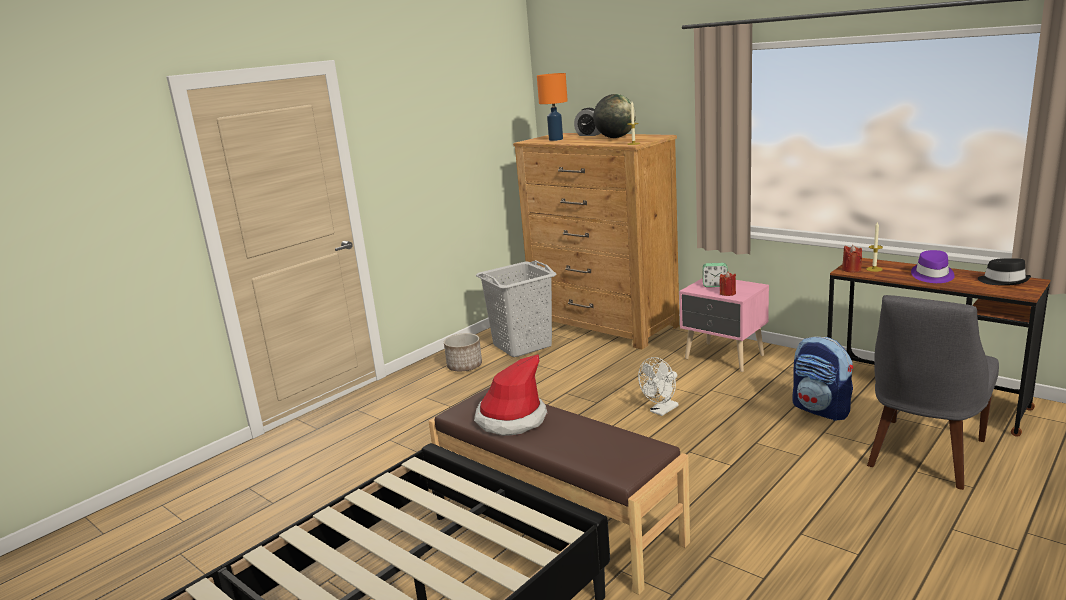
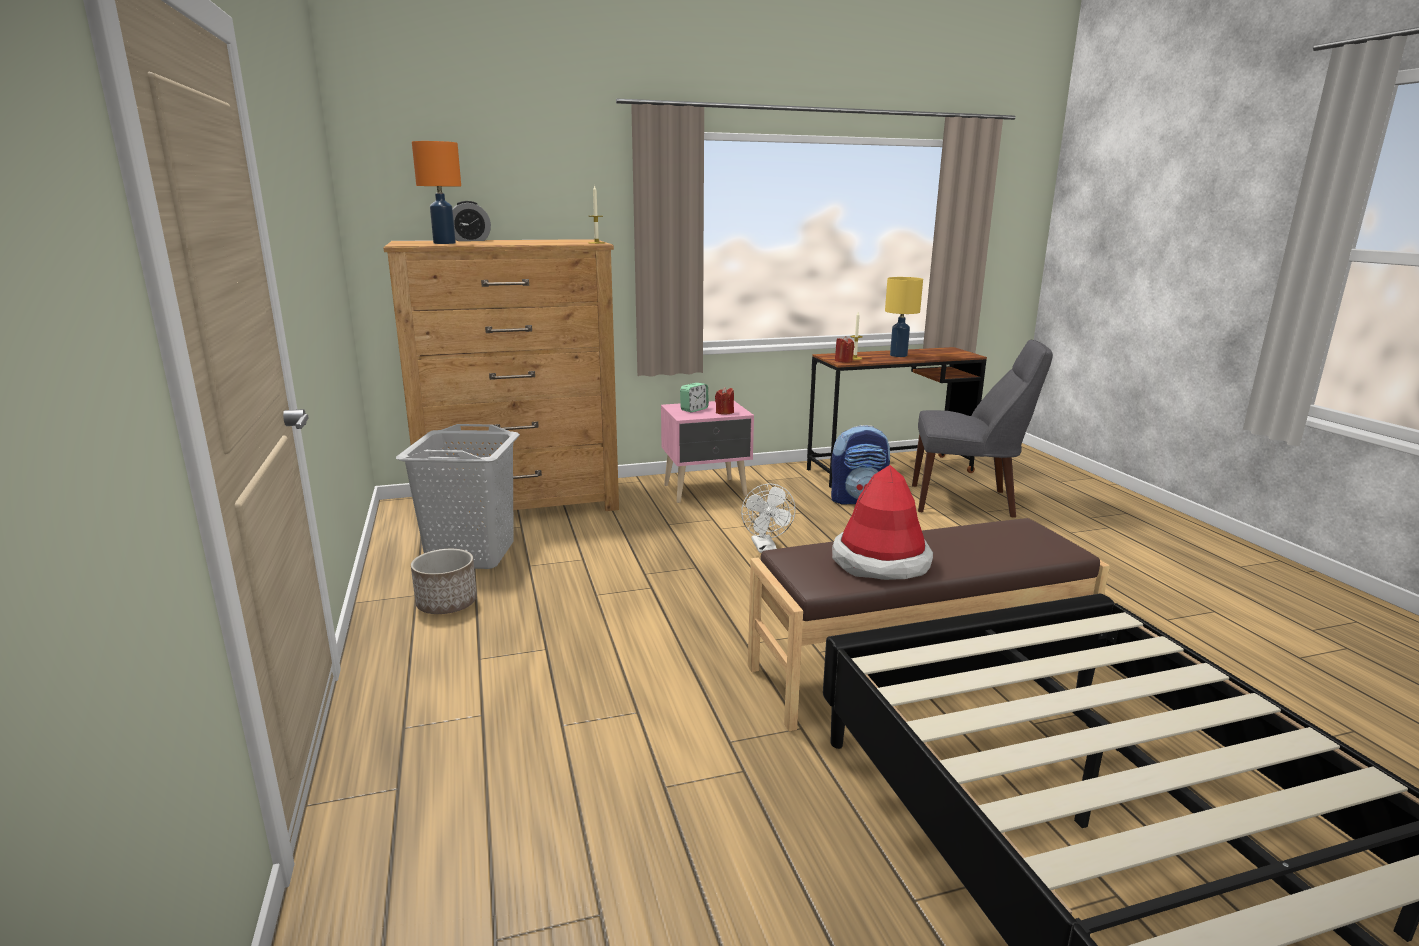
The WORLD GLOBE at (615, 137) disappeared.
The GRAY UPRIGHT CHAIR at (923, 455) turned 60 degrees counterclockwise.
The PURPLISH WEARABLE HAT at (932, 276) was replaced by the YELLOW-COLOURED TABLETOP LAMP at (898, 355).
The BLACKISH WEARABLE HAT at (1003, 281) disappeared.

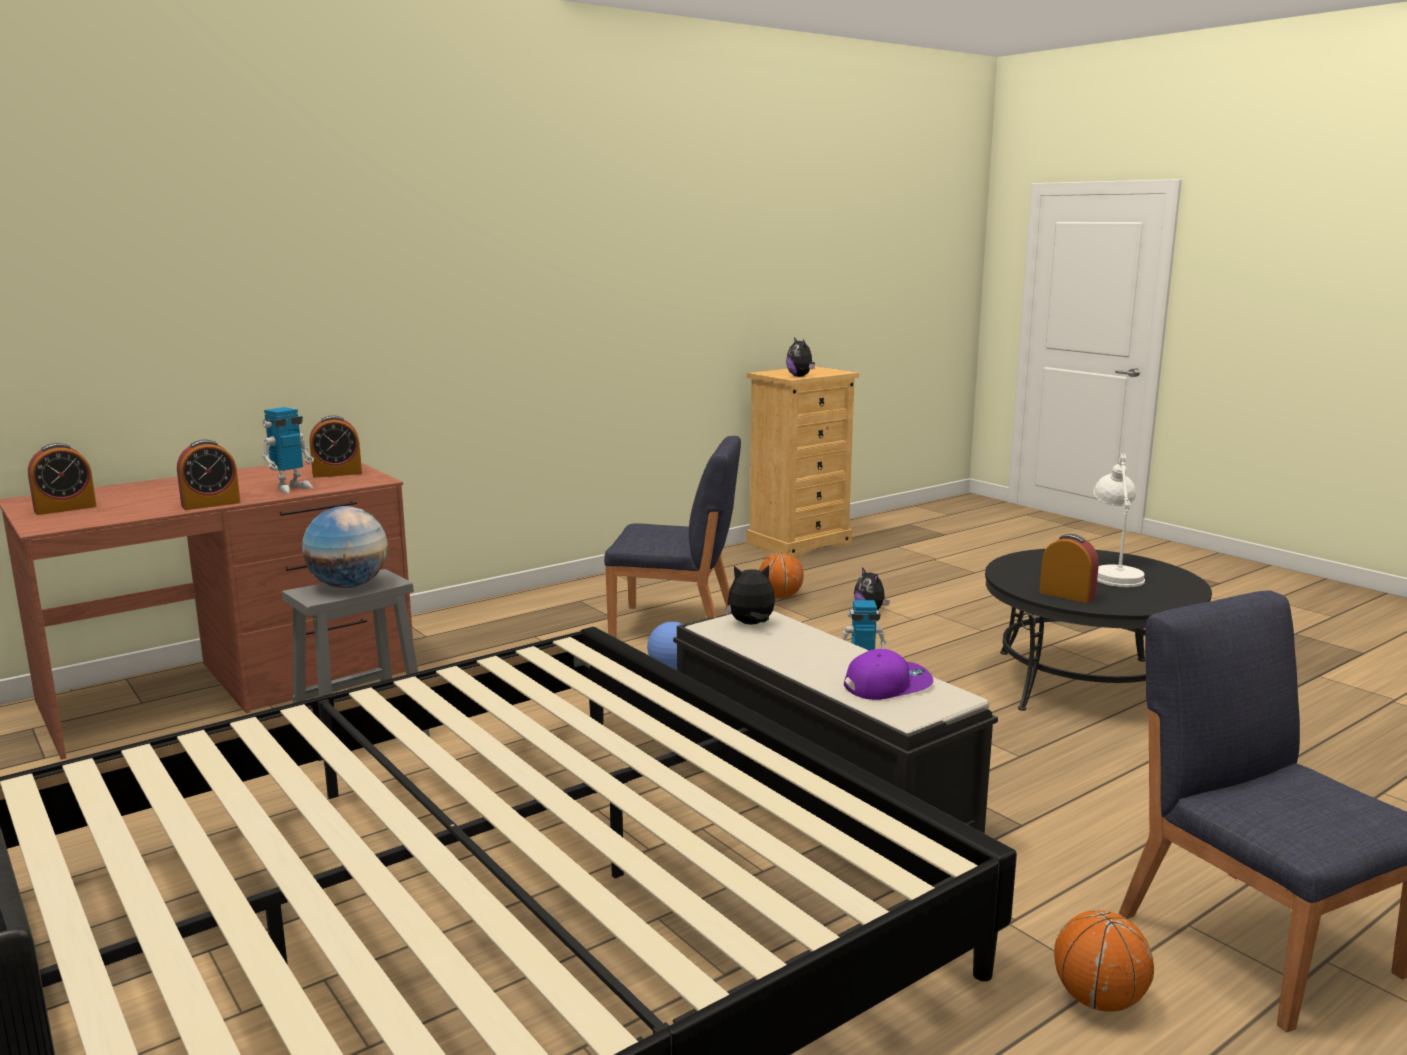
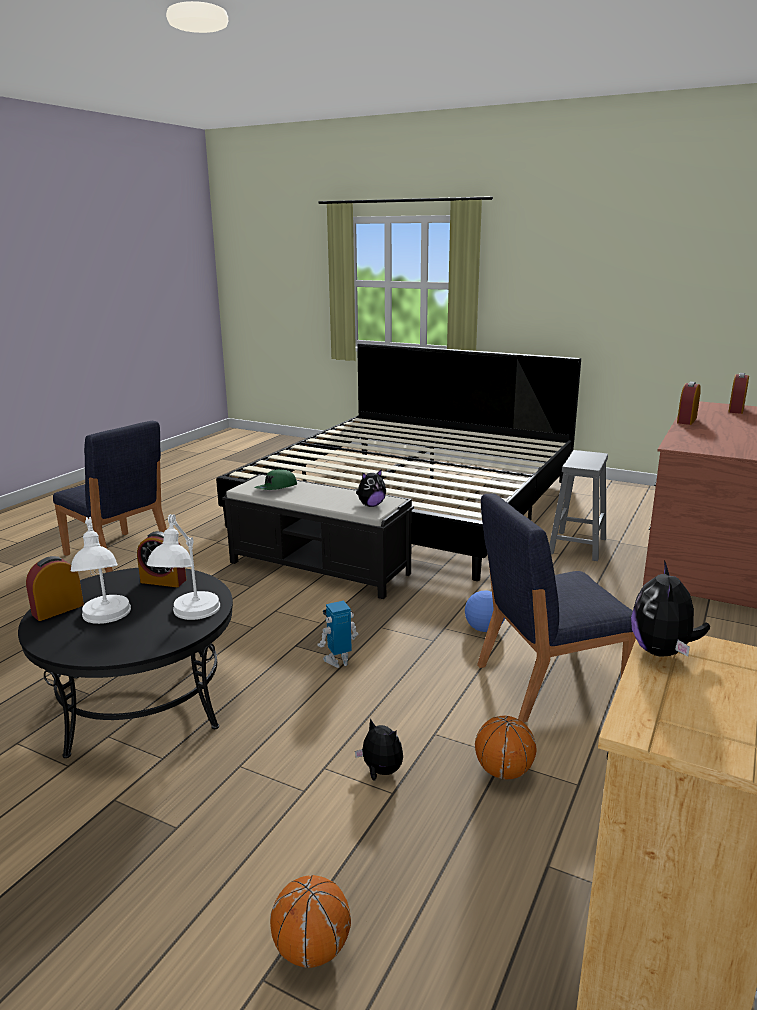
The ROBOT FIGURE at (291, 488) disappeared.
The WORLD GLOBE at (348, 585) disappeared.
The TABLE CLOCK moved from (337, 473) to (58, 609).
The CUDDLY TOY at (800, 376) turned 120 degrees counterclockwise.
The PURPLISH BASEBALL CAP at (887, 685) became the GREENISH BASEBALL CAP at (276, 488).
The BASKETBALL moved from (1099, 1000) to (312, 949).
The WHITE TABLETOP LAMP at (189, 619) appeared.

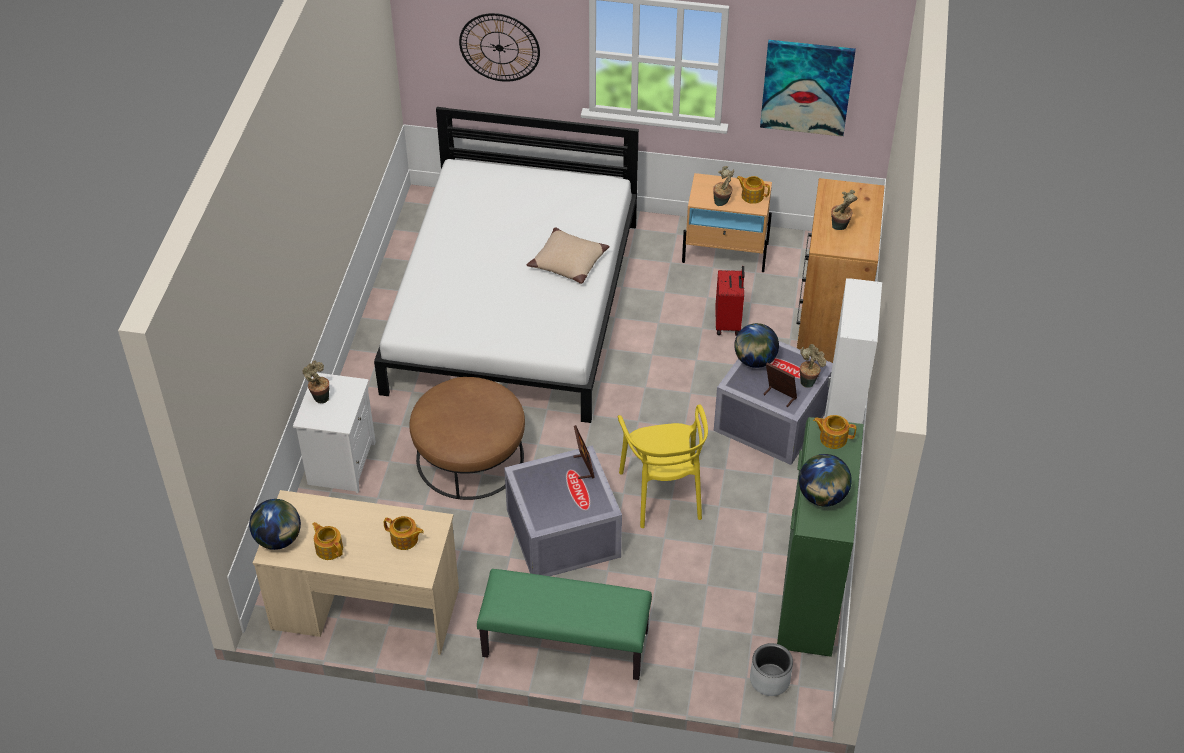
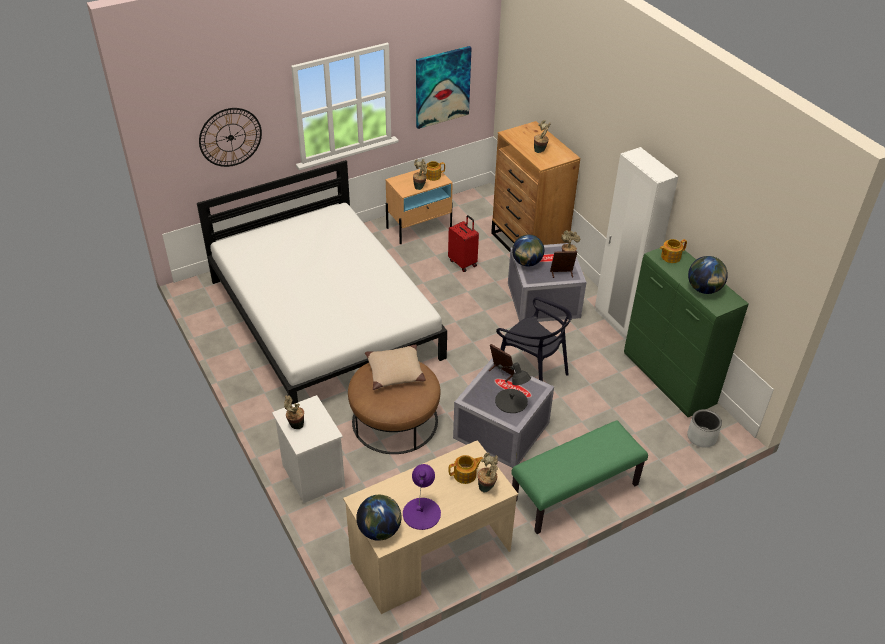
The POT FOR TEA at (329, 548) was replaced by the PURPLISH TABLETOP LAMP at (422, 513).
The BEIGE-COLOURED CUSHION moved from (568, 262) to (395, 372).
The YELLOW-COLOURED UPRIGHT CHAIR at (663, 493) became the BLACKISH UPRIGHT CHAIR at (531, 373).
The PLANT IN A POT at (487, 487) appeared.
The BLACKISH TABLETOP LAMP at (511, 401) appeared.

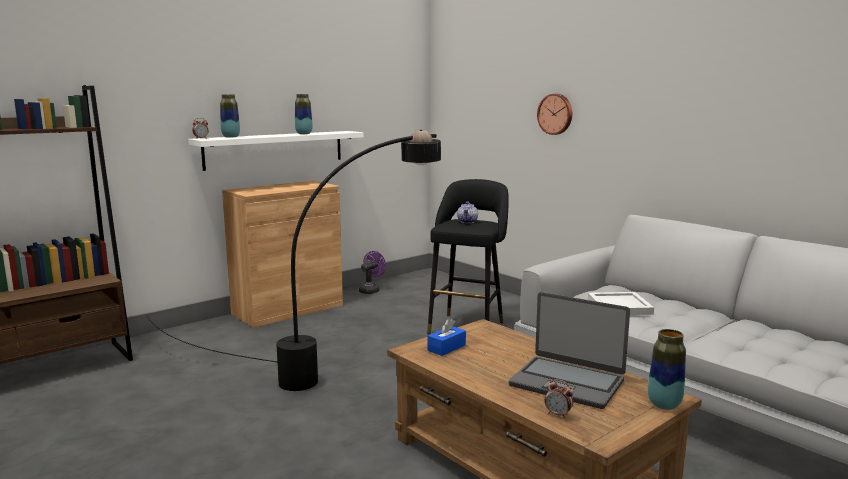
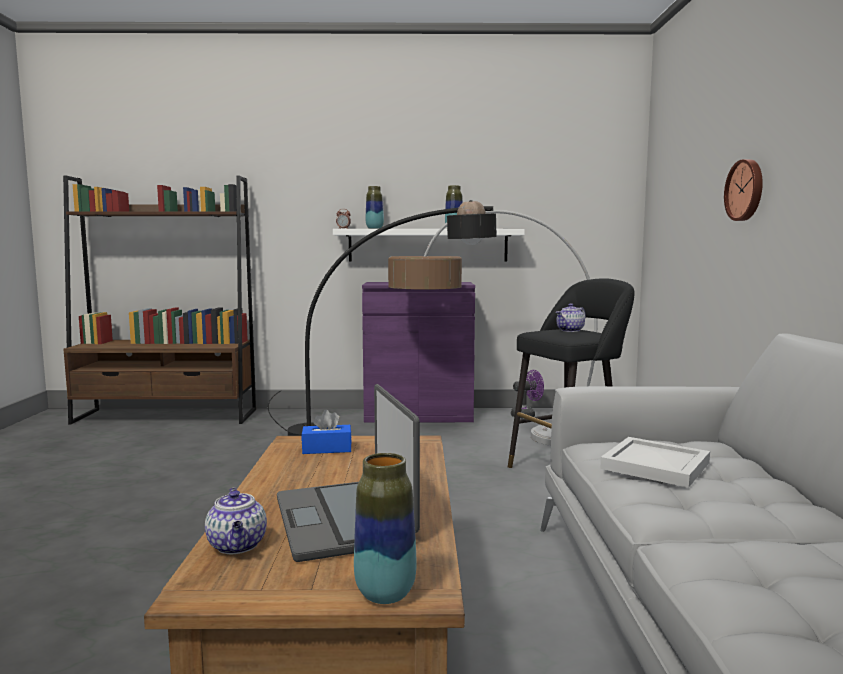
The BROWN-COLOURED CUPBOARD at (288, 309) became the PURPLISH CUPBOARD at (418, 415).
The TABLE CLOCK at (558, 414) was replaced by the POT FOR TEA at (238, 546).
The STANDING LAMP at (480, 436) appeared.

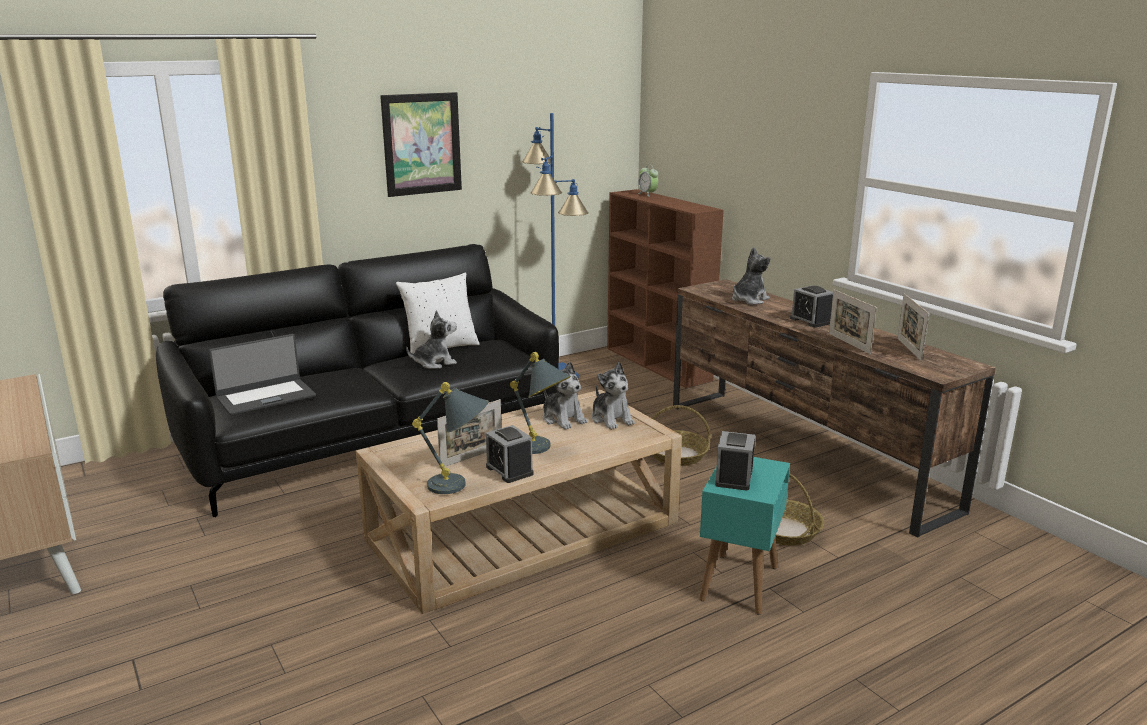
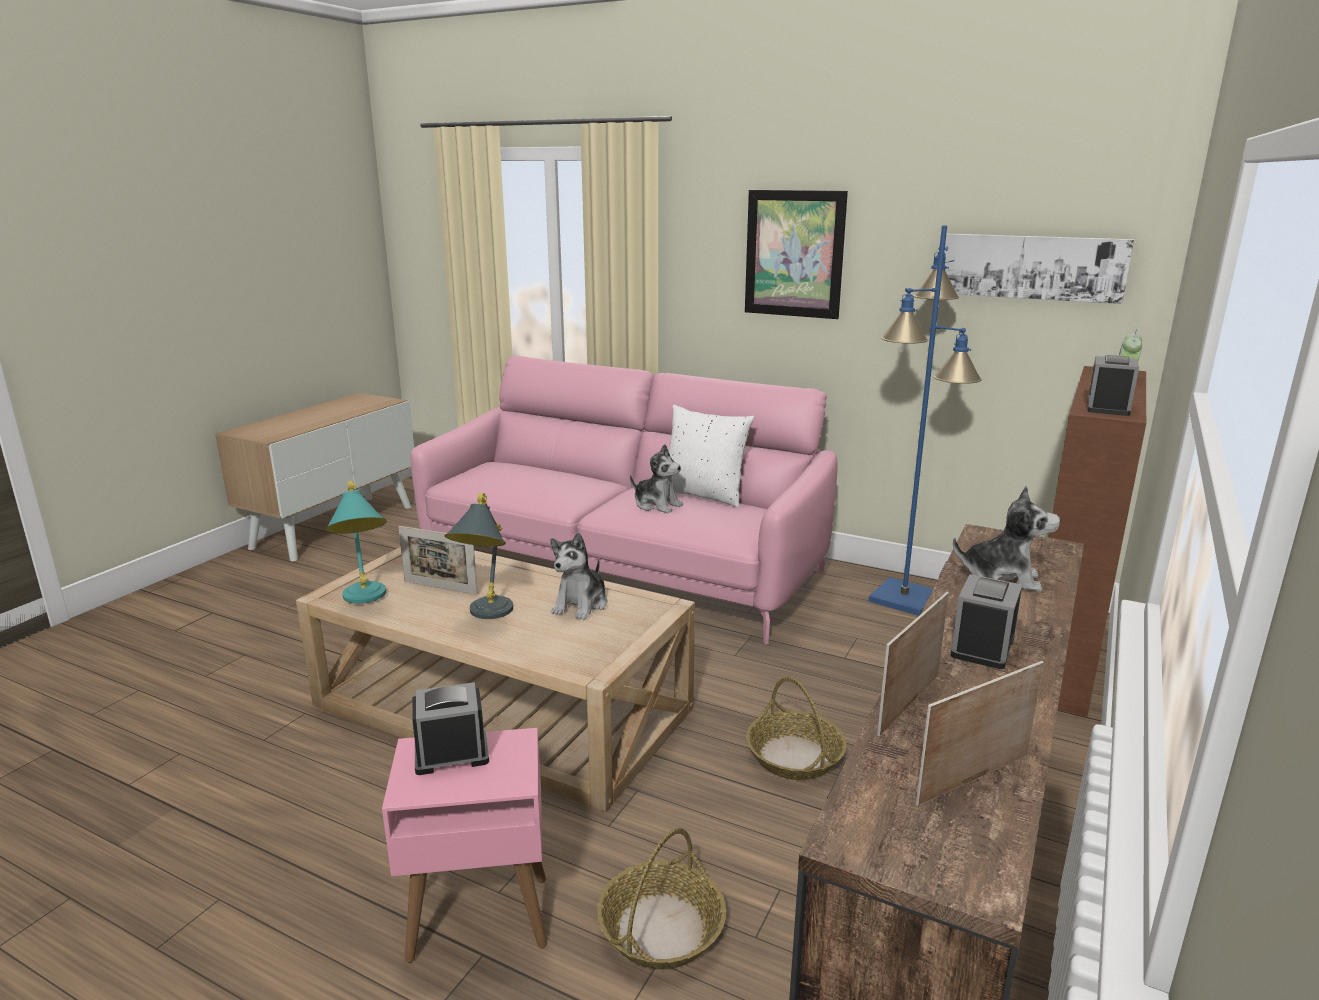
The BLACKISH COUCH at (375, 439) became the PINKISH COUCH at (620, 567).
The NOTEBOOK COMPUTER at (266, 397) disappeared.
The GRAY TABLETOP LAMP at (460, 486) became the BLUE-GREEN TABLETOP LAMP at (365, 601).
The TABLE CLOCK moved from (509, 470) to (1108, 407).
The CUDDLY TOY at (611, 419) disappeared.
The BLUE-GREEN SIDE TABLE at (739, 584) became the PINKISH SIDE TABLE at (477, 918).
The PICTURE at (1028, 267) appeared.

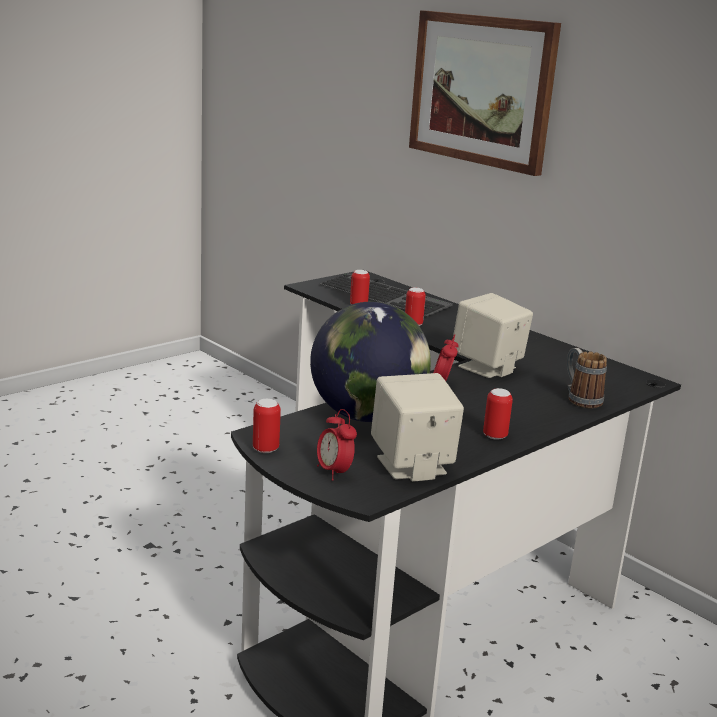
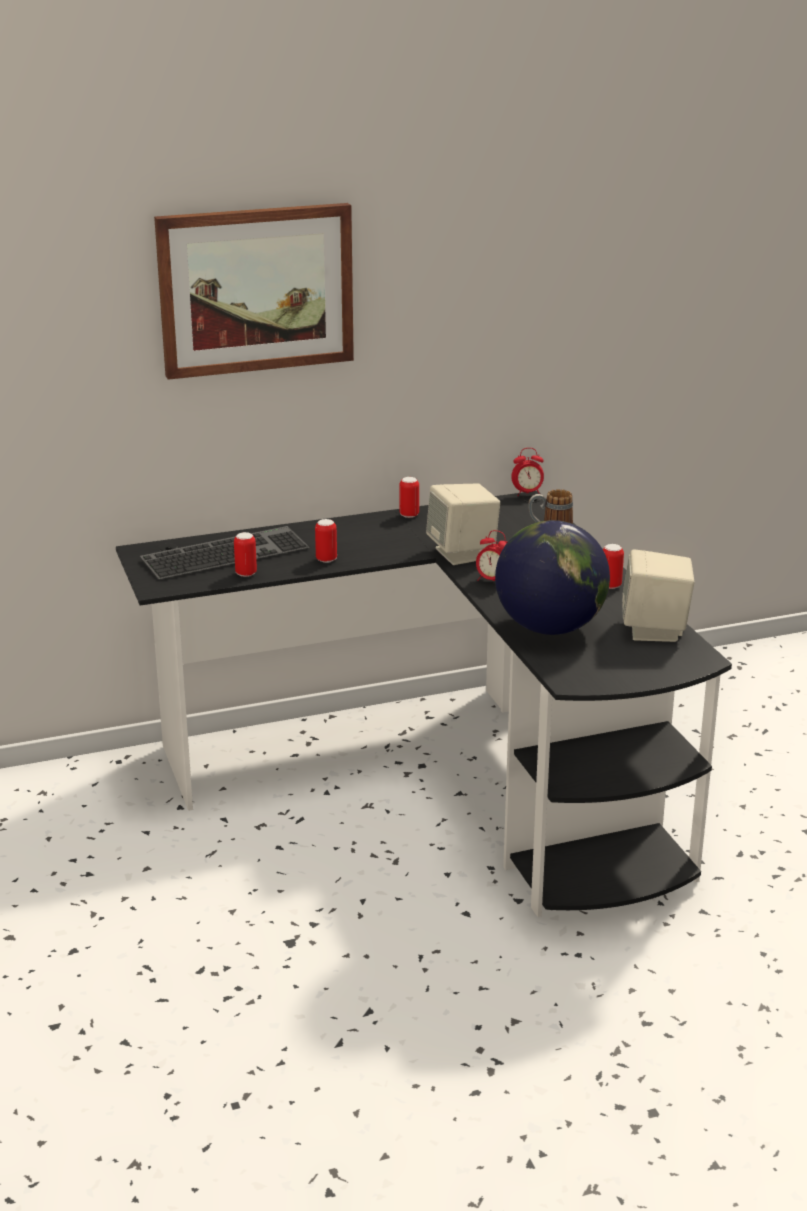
The CAN moved from (265, 449) to (409, 515).
The TABLE CLOCK moved from (334, 472) to (527, 493).

